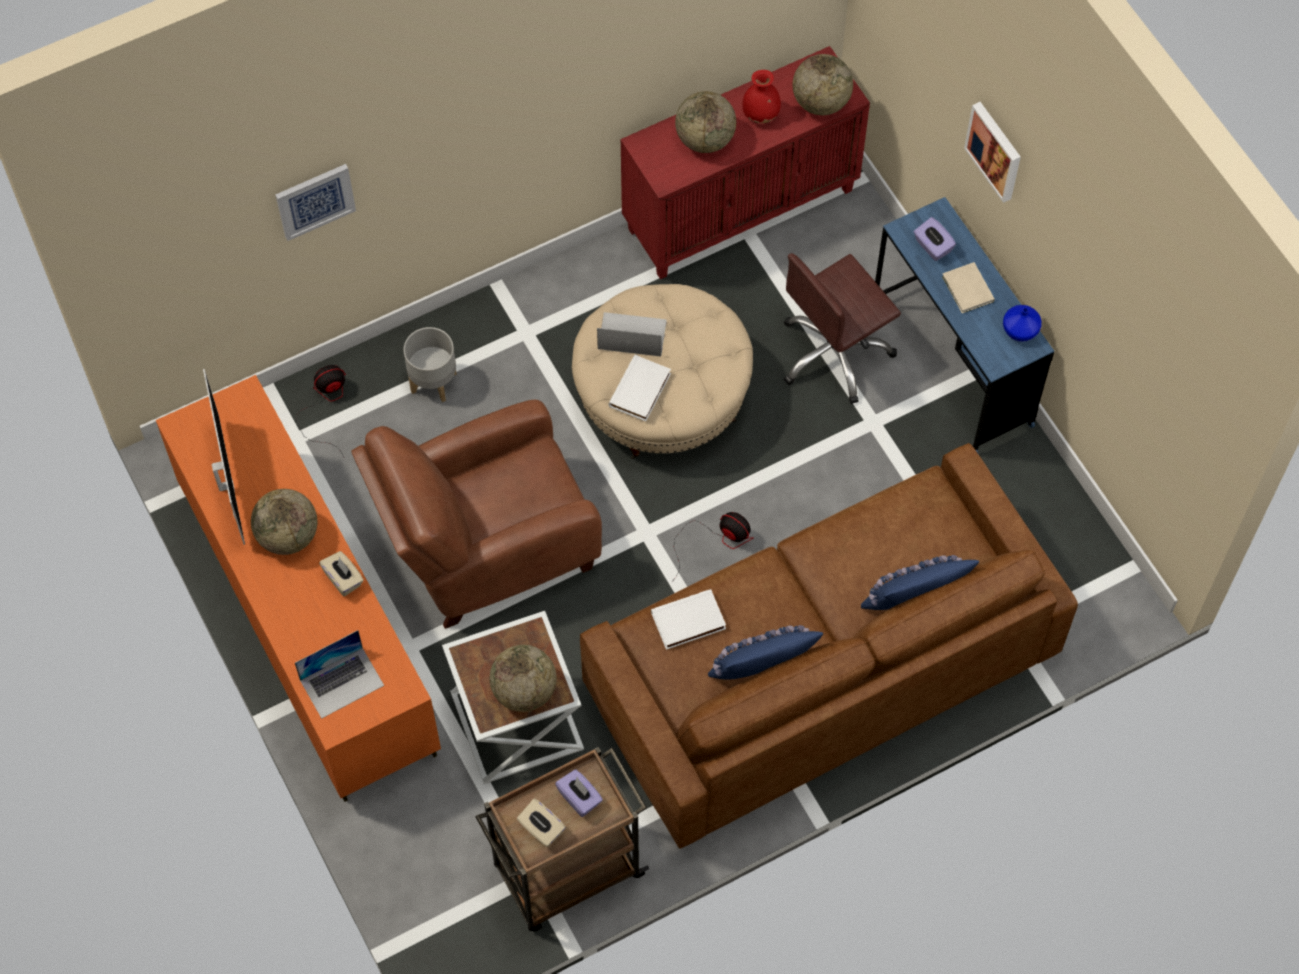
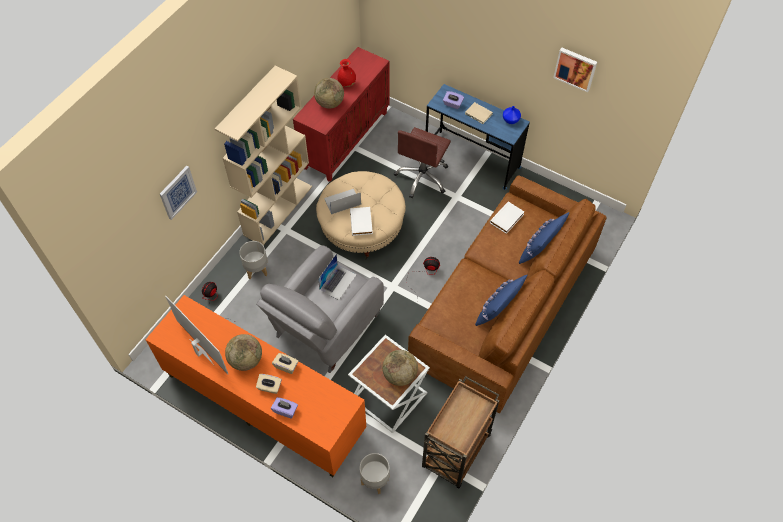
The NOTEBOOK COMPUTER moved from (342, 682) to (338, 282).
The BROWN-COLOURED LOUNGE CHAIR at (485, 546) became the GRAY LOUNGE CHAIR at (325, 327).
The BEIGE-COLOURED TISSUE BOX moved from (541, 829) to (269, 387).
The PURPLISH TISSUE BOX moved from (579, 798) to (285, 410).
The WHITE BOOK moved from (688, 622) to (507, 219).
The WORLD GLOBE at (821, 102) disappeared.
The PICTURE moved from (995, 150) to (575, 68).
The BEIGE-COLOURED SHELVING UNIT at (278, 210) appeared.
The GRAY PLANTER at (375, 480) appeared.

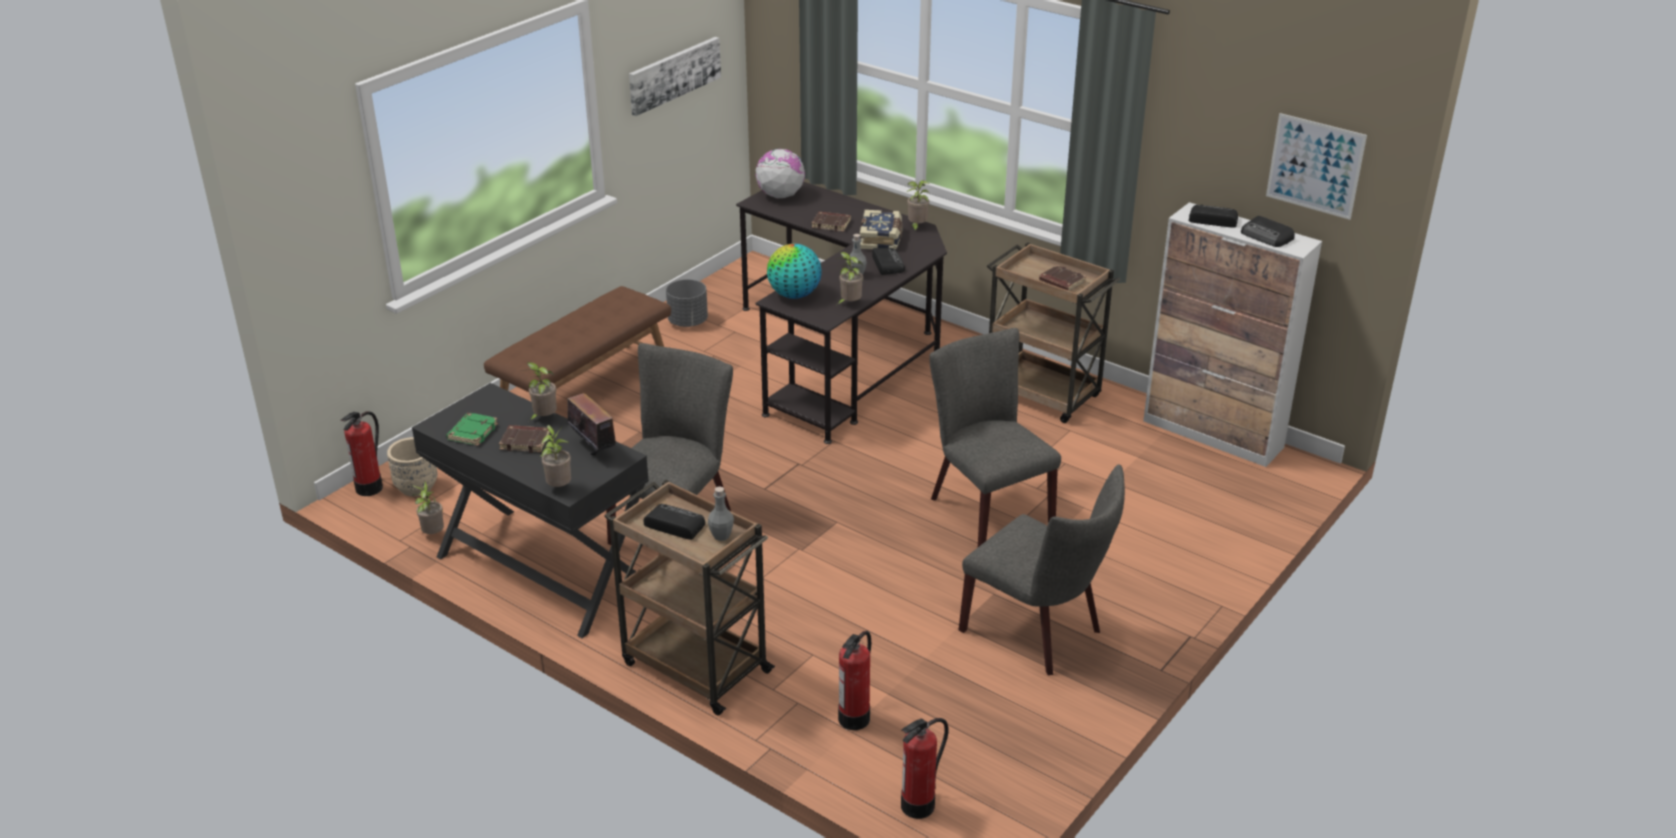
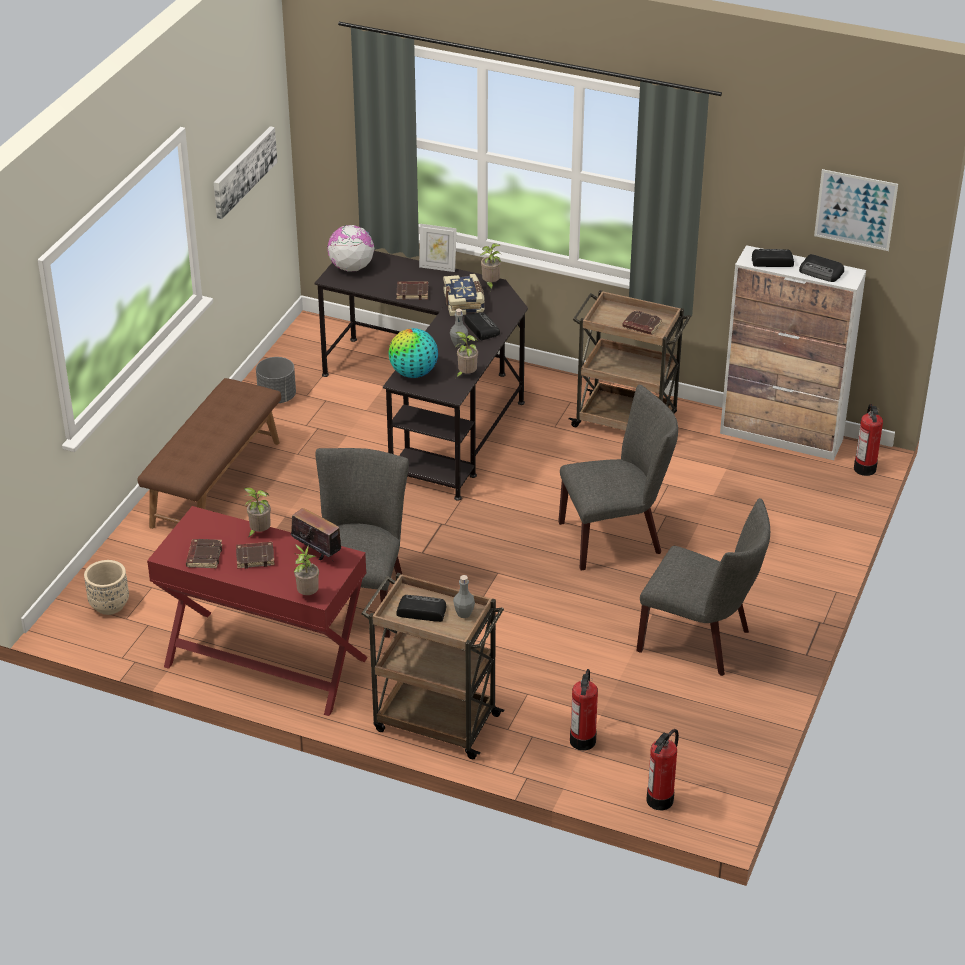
The EXTINGUISHER moved from (369, 488) to (865, 468).
The BLACKISH DESK TABLE at (542, 571) became the RED-COLOURED DESK TABLE at (265, 663).
The PLANT IN A POT at (432, 534) disappeared.
The GREENISH BOOK at (472, 432) became the BROWN-COLOURED BOOK at (204, 556).
The GRAY UPRIGHT CHAIR at (985, 507) turned 120 degrees clockwise.
The STANDING FRAME at (438, 267) appeared.

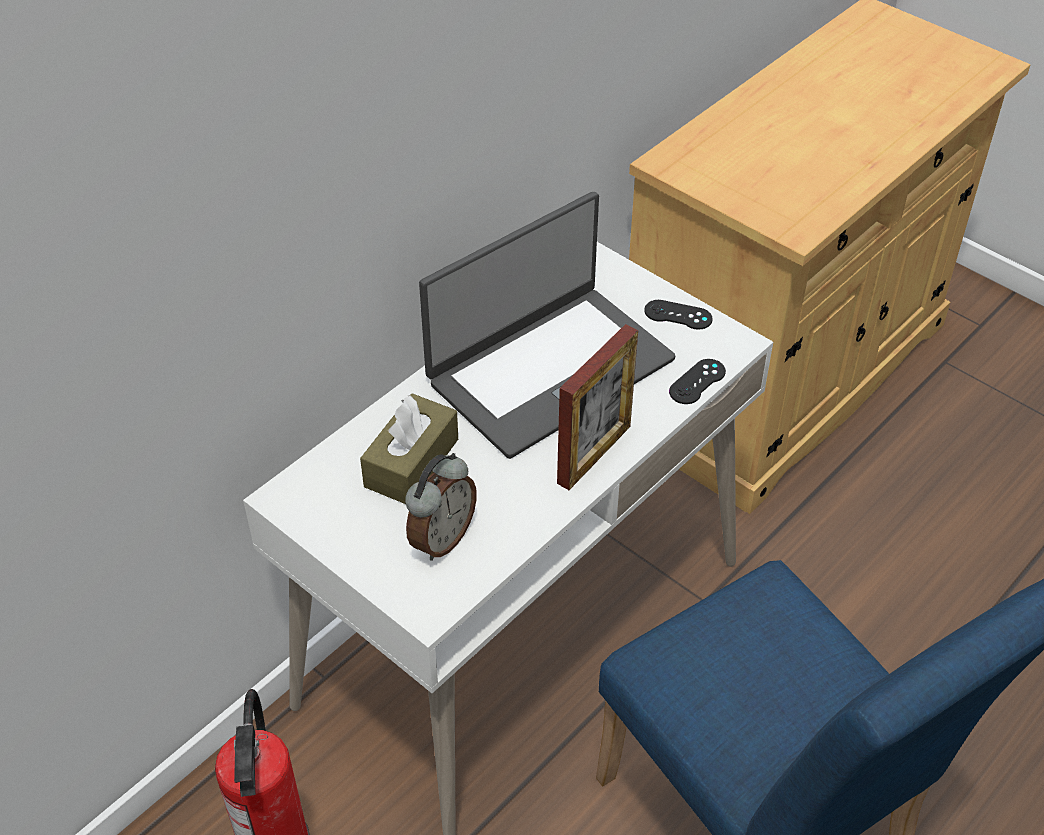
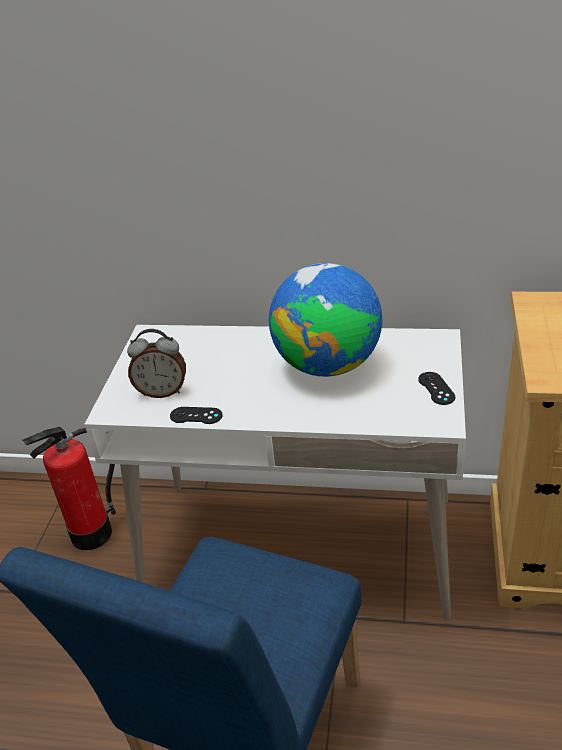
The BROWN-COLOURED TISSUE BOX at (411, 463) disappeared.
The NOTEBOOK COMPUTER at (548, 369) was replaced by the WORLD GLOBE at (328, 365).
The STANDING FRAME at (594, 454) disappeared.
The BLACKISH GAMEPAD moved from (697, 382) to (196, 416).

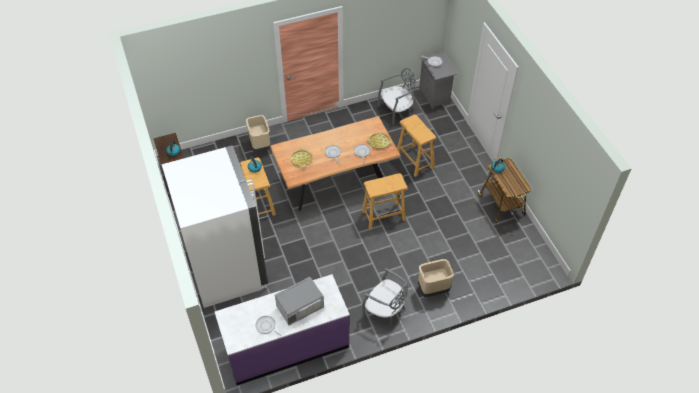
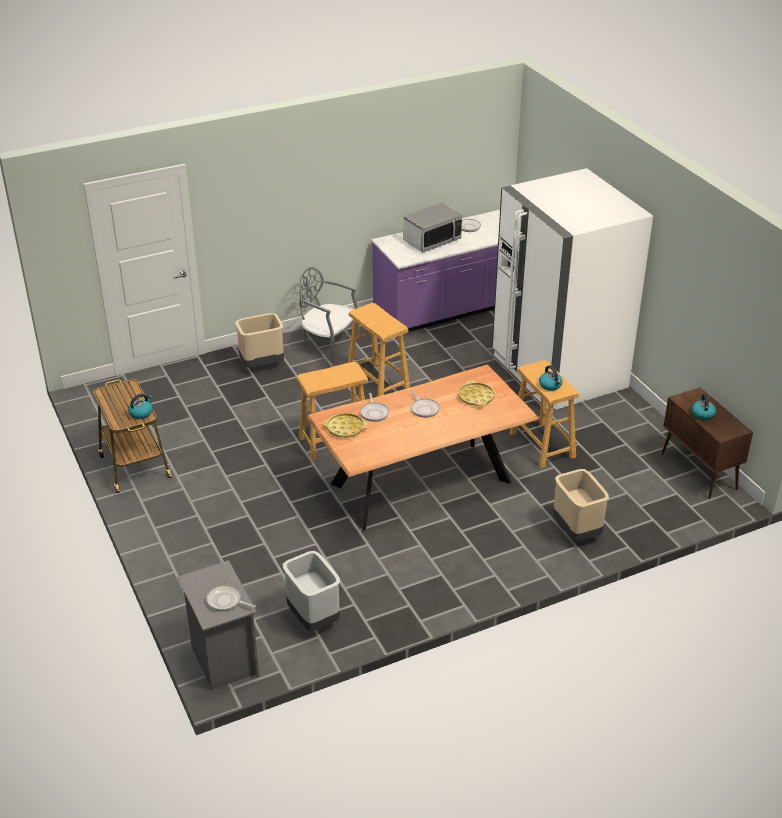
The GRAY UPRIGHT CHAIR at (396, 111) was replaced by the GRAY TRASH CAN at (312, 618).
The BEIGE-COLOURED STOOL moved from (415, 160) to (378, 382).

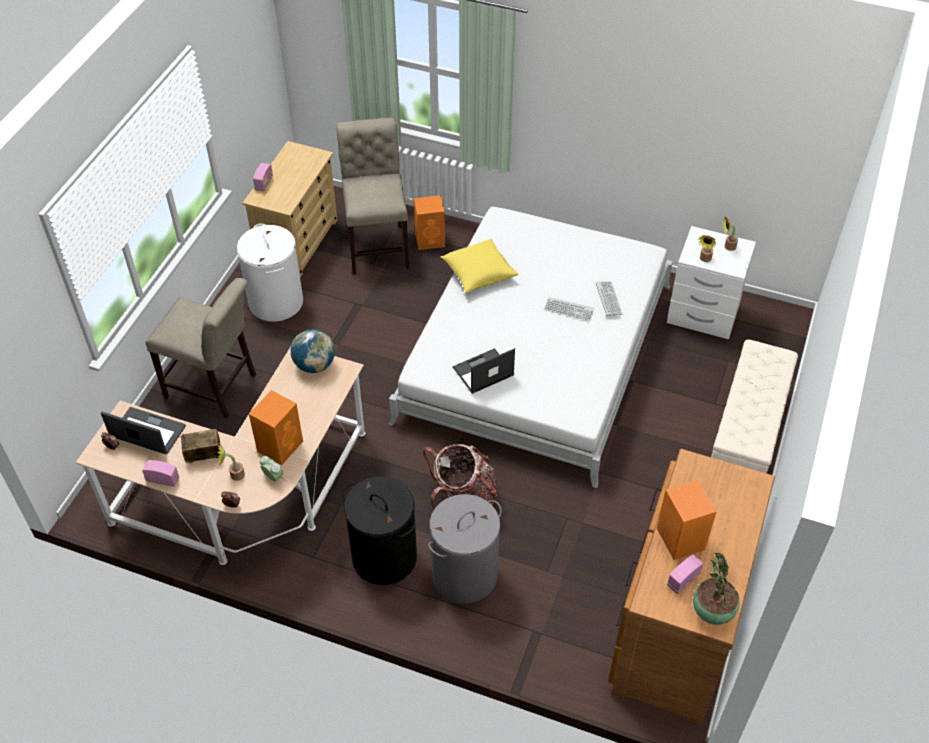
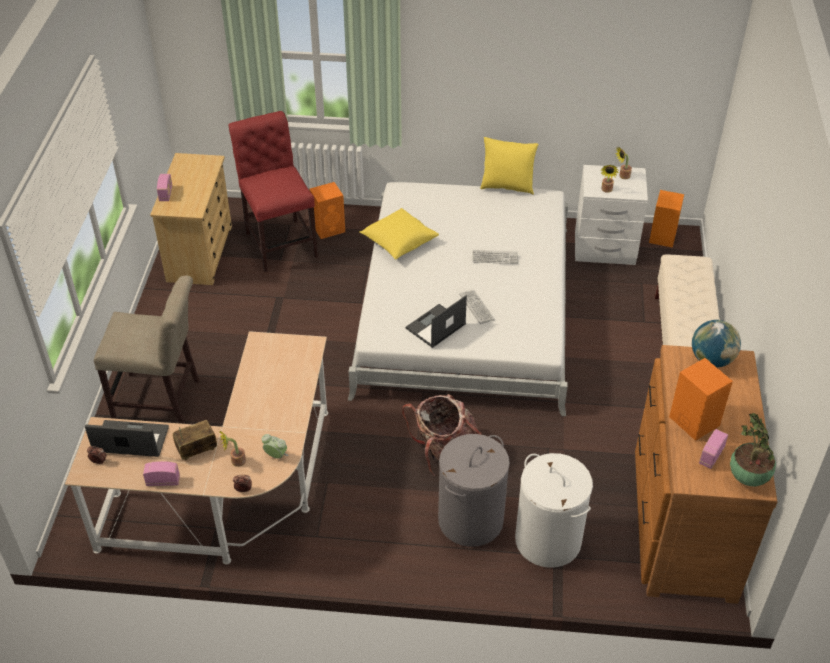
The WHITE HAMPER moved from (276, 302) to (548, 540).
The ORANGEY SPEAKER moved from (281, 445) to (662, 236).
The WORLD GLOBE moved from (314, 365) to (711, 360).
The BEIGE-COLOURED UPRIGHT CHAIR at (378, 245) became the RED-COLOURED UPRIGHT CHAIR at (280, 242).
The BLACKISH HAMPER at (384, 557) disappeared.
The COMPUTER KEYBOARD moved from (608, 299) to (477, 307).
The YELLOW-COLOURED CUSHION at (507, 186) appeared.

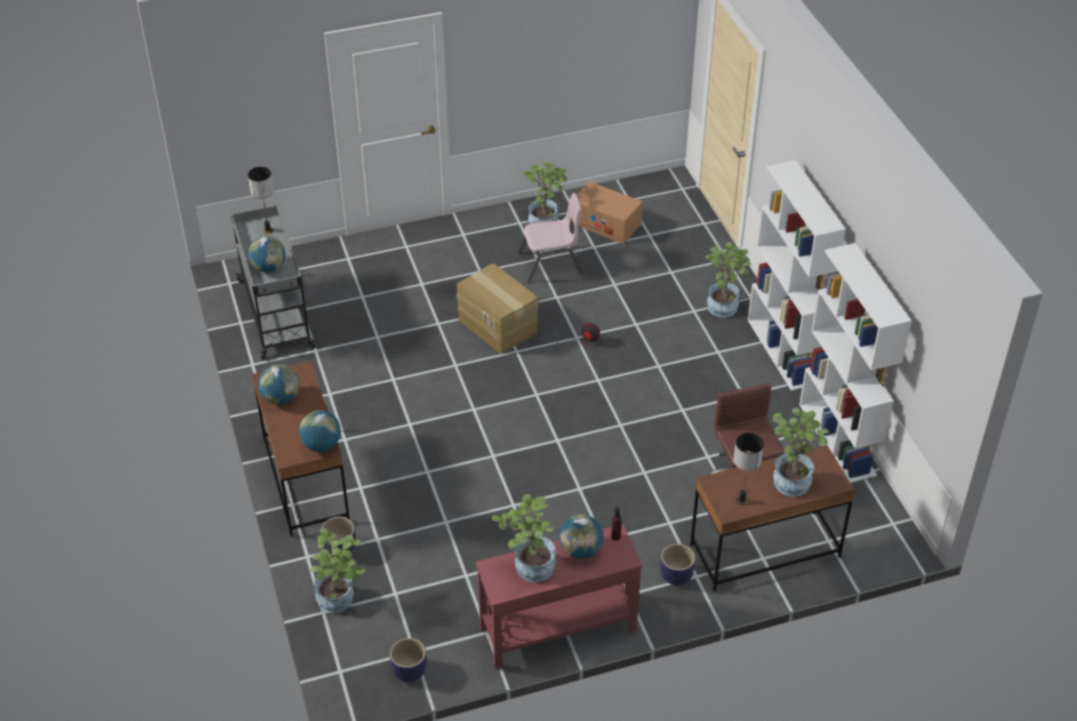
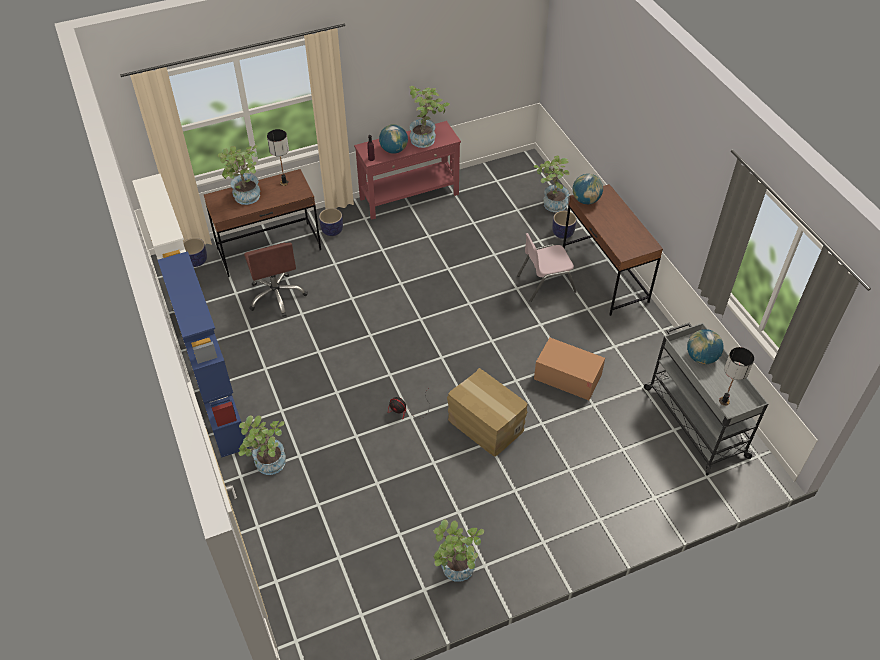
The WORLD GLOBE at (281, 398) disappeared.
The PLANTER moved from (409, 671) to (196, 261).
The PINKISH UPRIGHT CHAIR moved from (551, 264) to (545, 283).
The CARTON moved from (605, 223) to (567, 377).
The WHITE SHELVING UNIT at (783, 351) became the BLUISH SHELVING UNIT at (221, 415).

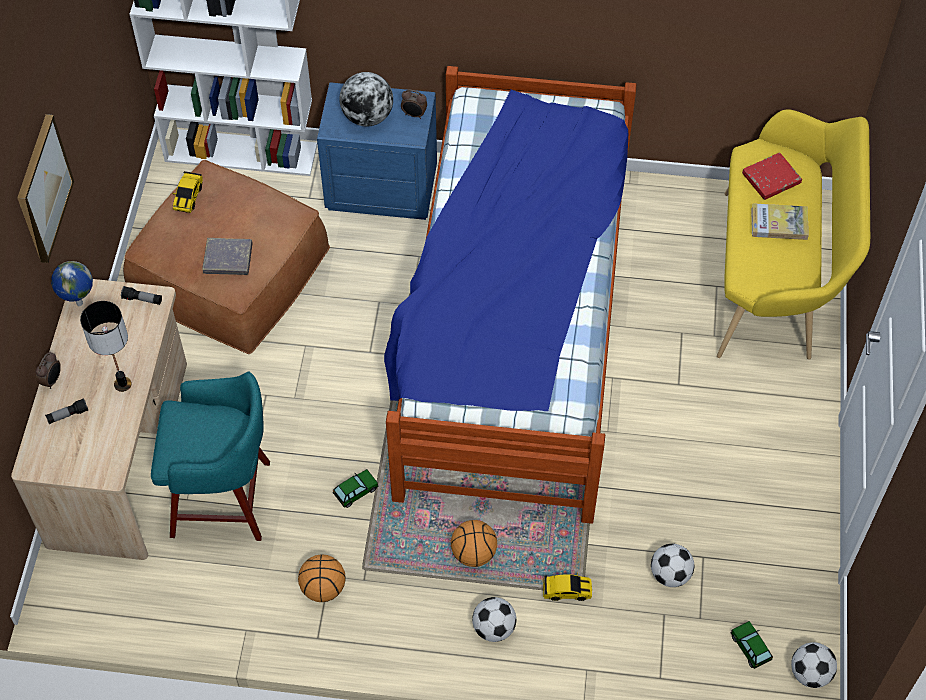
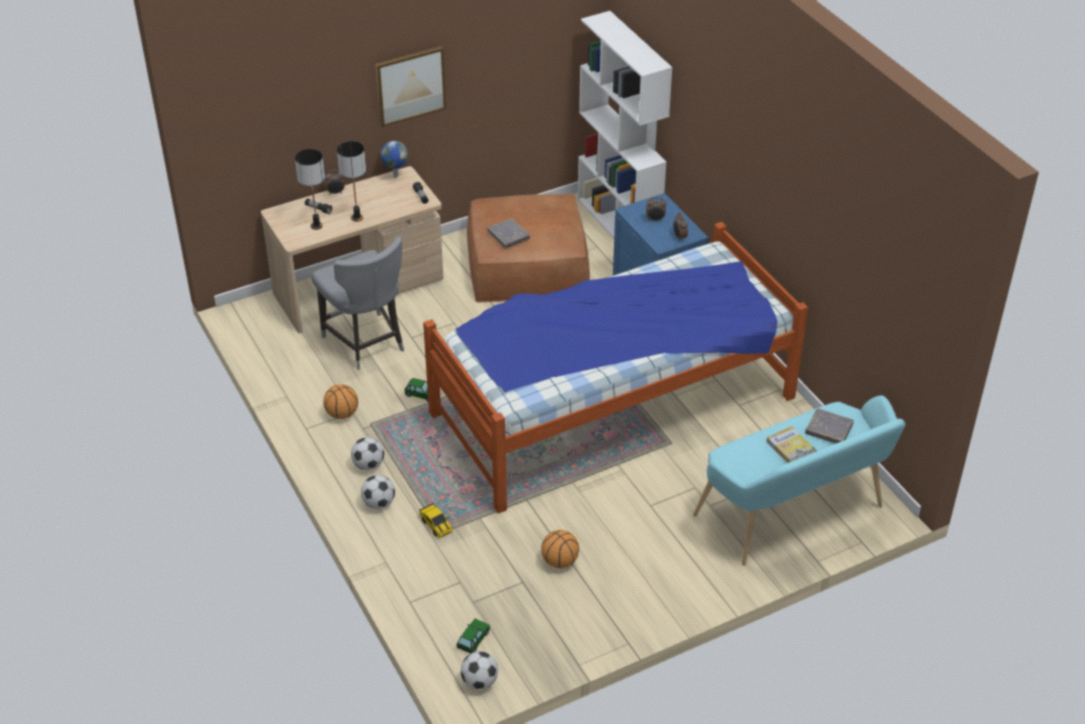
The BLUE-GREEN STOOL at (225, 499) was replaced by the GRAY UPRIGHT CHAIR at (366, 343).
The TOY CAR at (188, 197) disappeared.
The WORLD GLOBE at (367, 117) was replaced by the TABLE CLOCK at (655, 220).
The BASKETBALL moved from (473, 553) to (560, 561).
The FOOTBALL moved from (670, 574) to (368, 465).
The YELLOW-COLOURED LONG SEAT at (775, 278) became the BLUE-GREEN LONG SEAT at (795, 515).
The RED-COLOURED BOOK at (771, 178) became the GRAY BOOK at (829, 429).
The TABLETOP LAMP at (316, 226) appeared.

